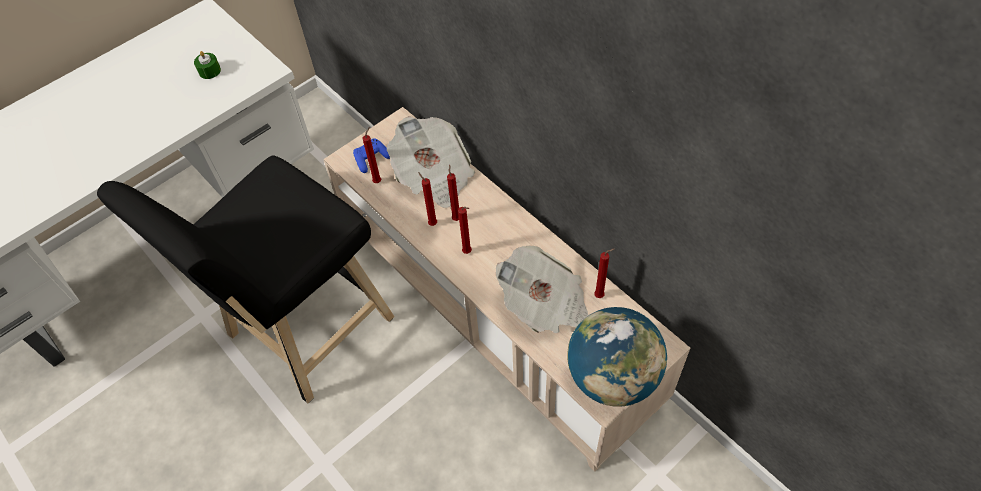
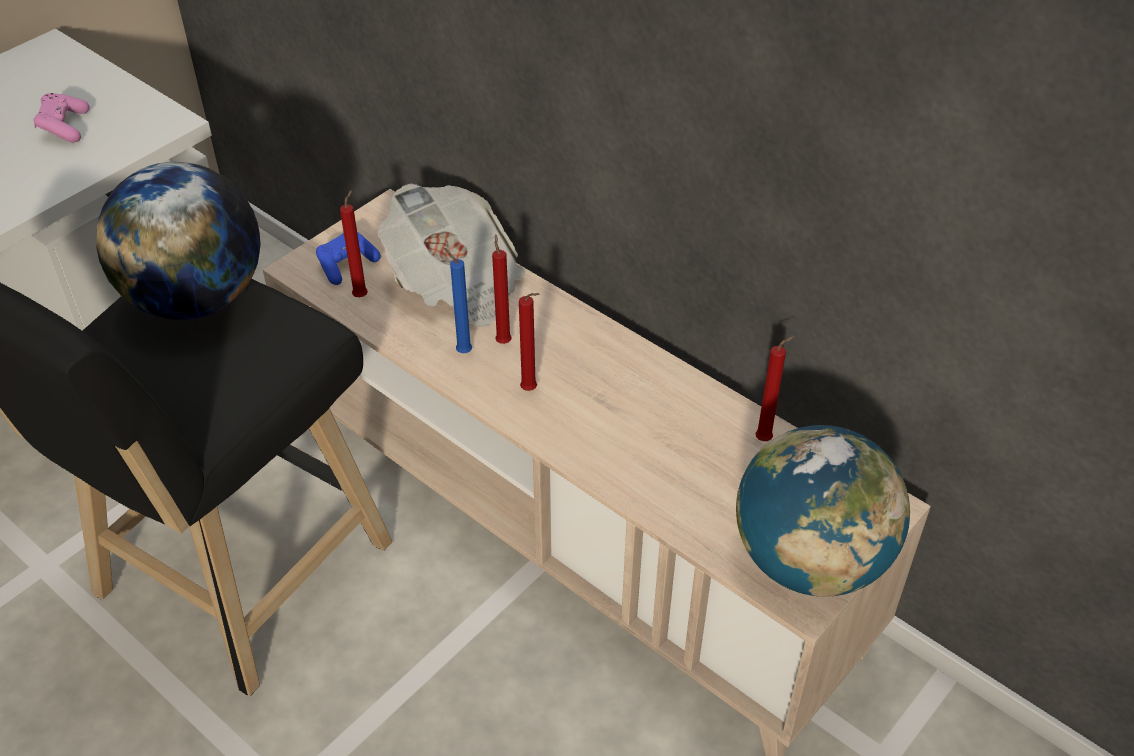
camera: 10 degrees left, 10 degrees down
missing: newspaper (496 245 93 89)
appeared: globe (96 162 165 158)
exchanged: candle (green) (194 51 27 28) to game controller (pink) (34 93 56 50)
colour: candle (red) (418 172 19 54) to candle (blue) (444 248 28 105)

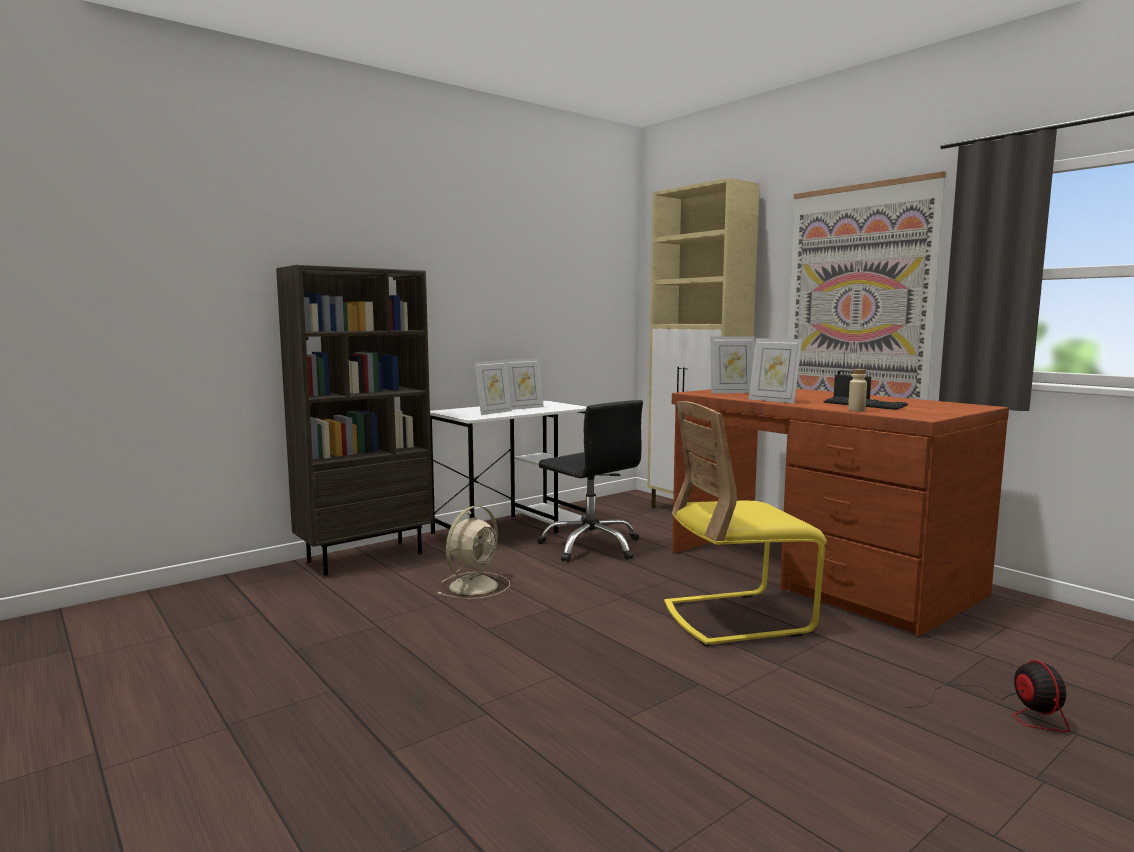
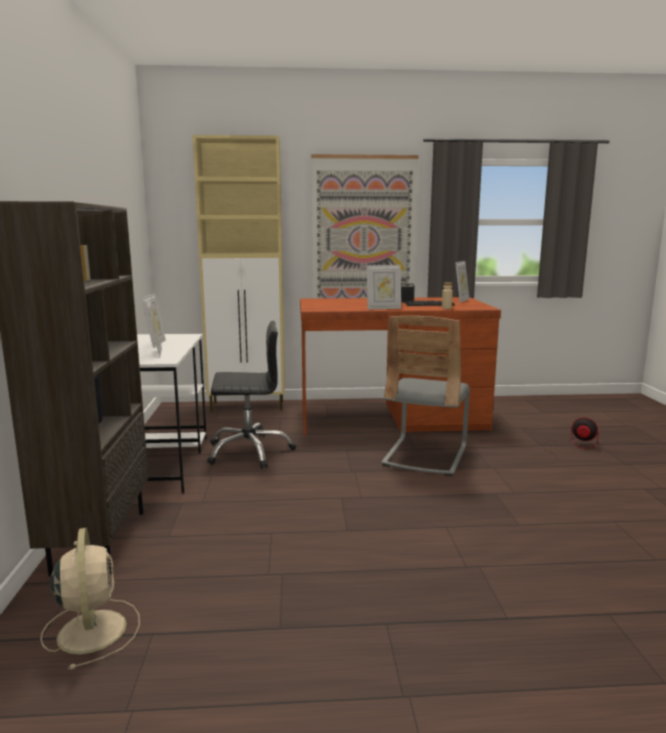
camera: 55 degrees left, 5 degrees up
relocated: fan (beige) (437 506 73 93) to (40 528 100 142); picture frame (710 336 45 57) to (455 261 14 42)
colour: chair (yellow) (664 401 163 246) to chair (grey) (381 316 89 160)

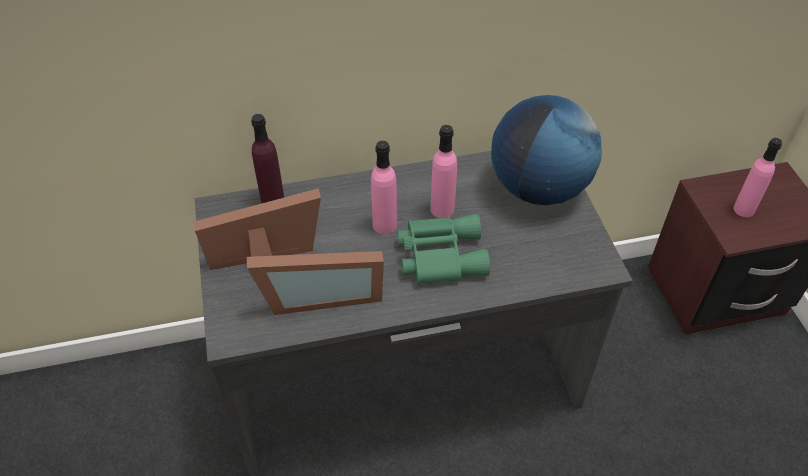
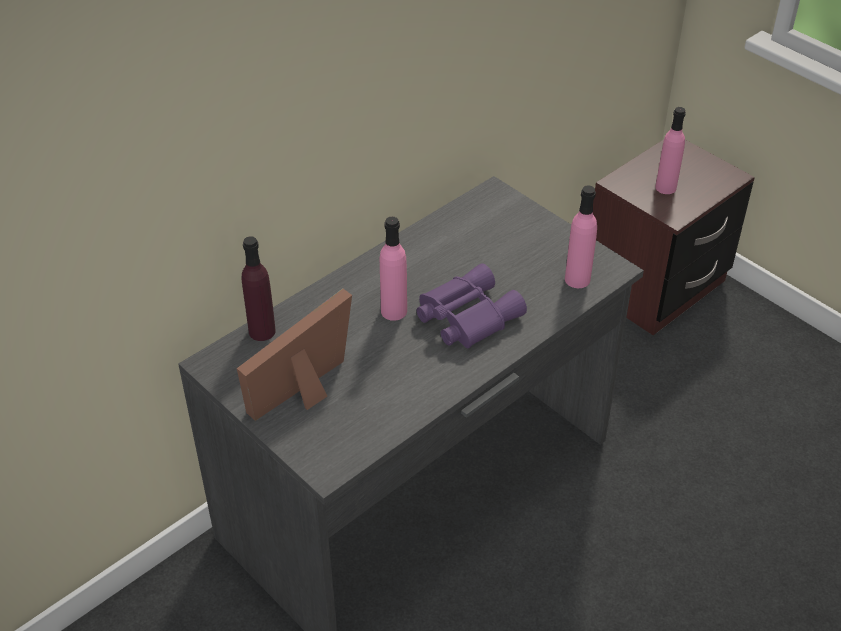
camera: 30 degrees left, 5 degrees down
missing: picture frame (247 251 137 64); globe (491 95 111 110)
relocated: bottle (pink) (430 125 27 93) to (565 186 32 102)
colour: binoculars (green) (397 214 93 71) to binoculars (purple) (417 263 110 85)

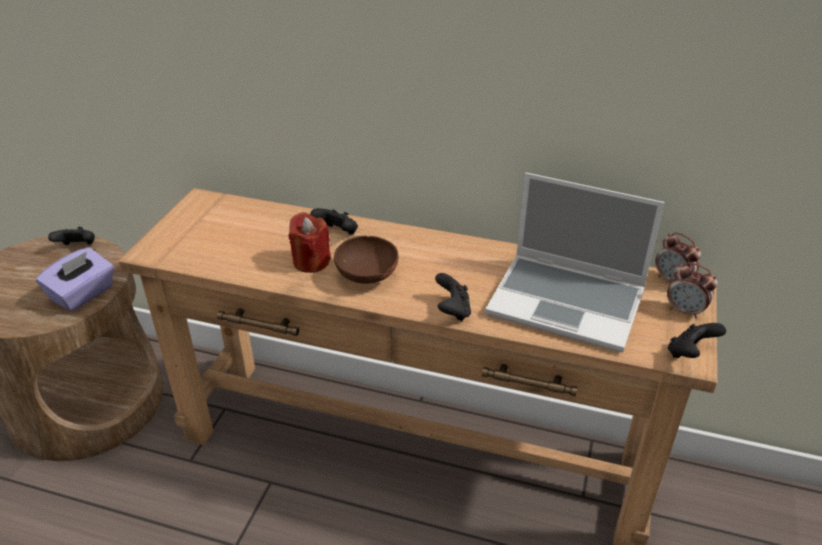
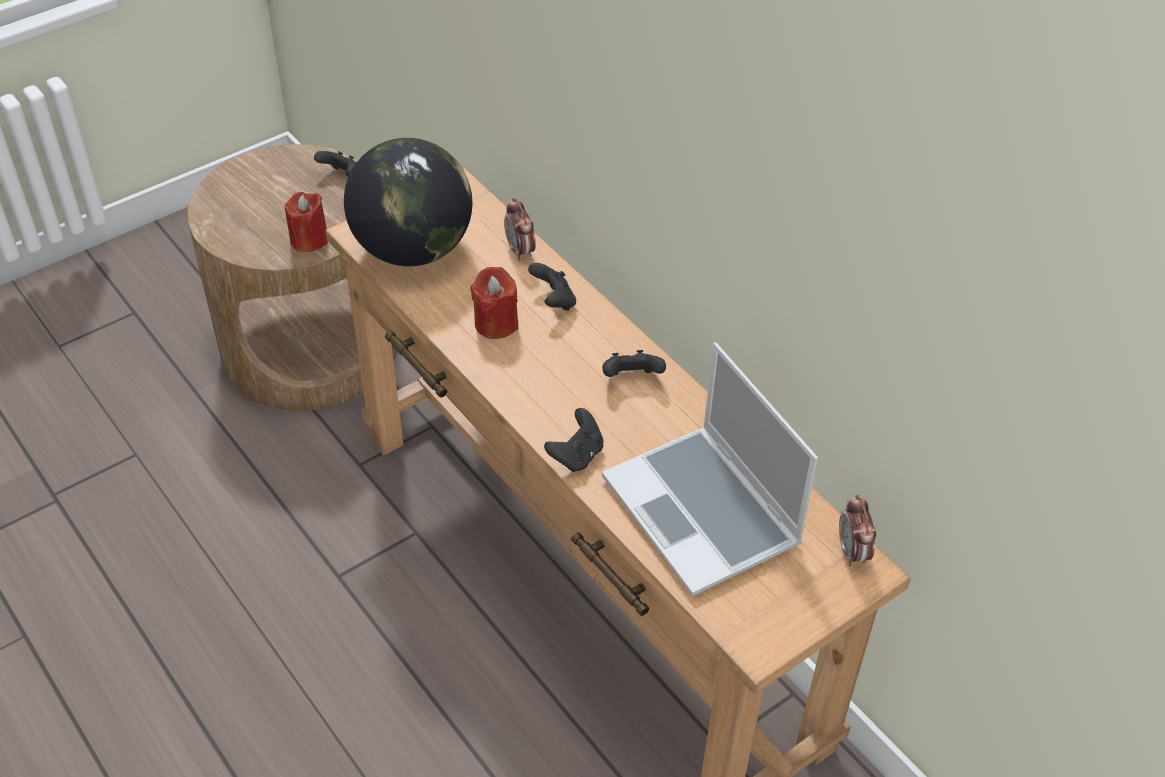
camera: 35 degrees right, 10 degrees up
missing: bowl (brown) (334 235 65 49)
appeared: globe (344 138 128 128)
relocated: alarm clock (667 262 51 57) to (504 198 32 63); game controller (black) (668 323 58 35) to (602 350 64 27)
exchanged: tissue box (purple) (36 247 78 65) to candle (red) (285 192 43 60)

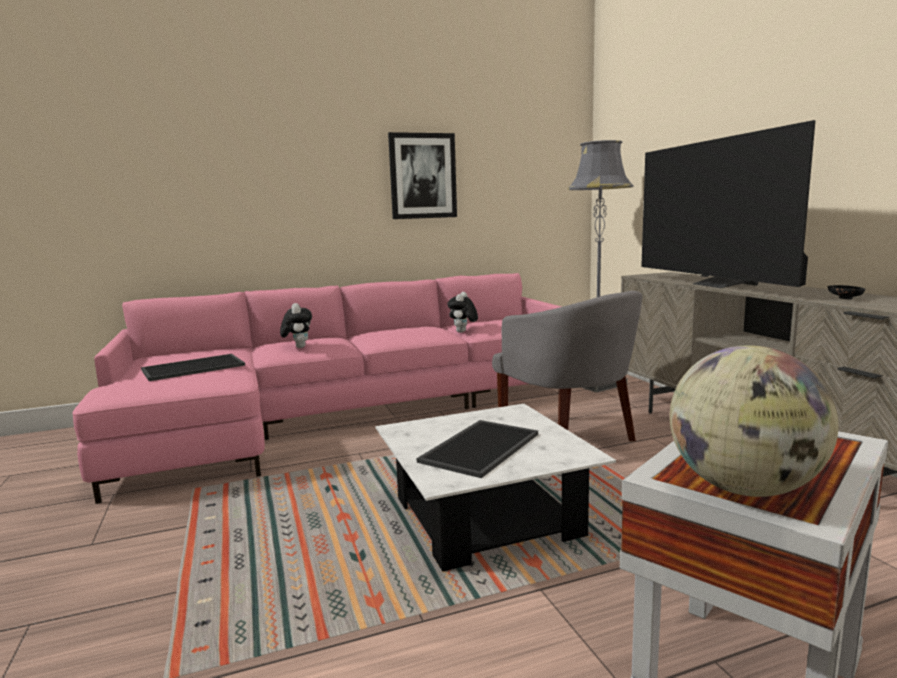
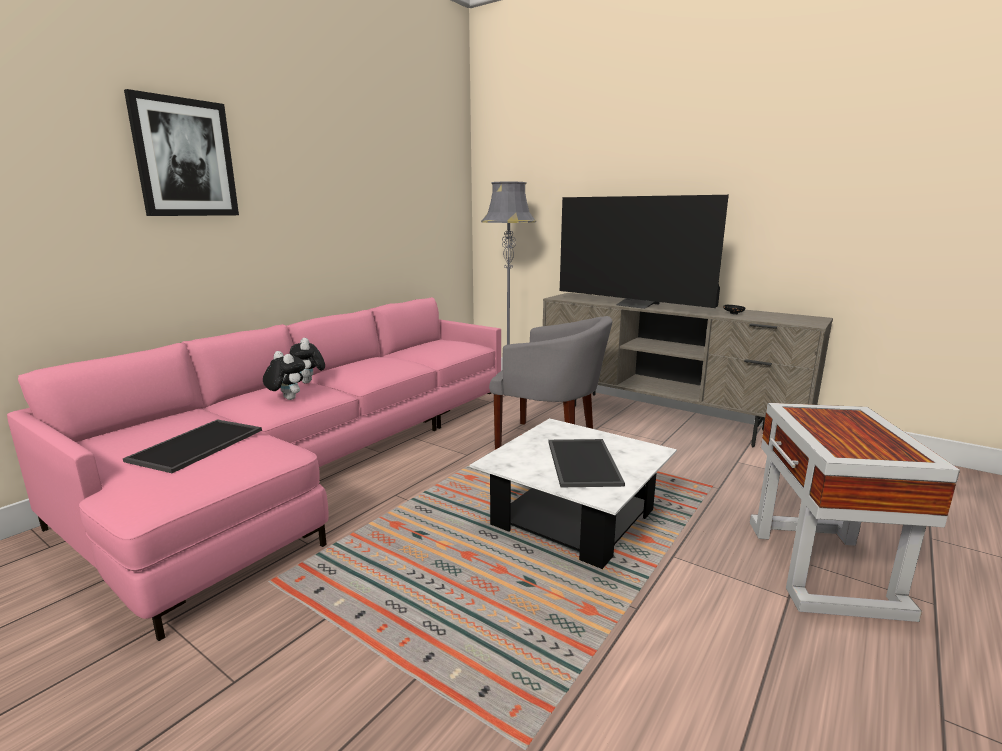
camera: 35 degrees left, 5 degrees up
missing: globe (670 345 168 152)
relocated: picture (388 132 69 87) to (124 89 115 127); plush toy (447 292 31 41) to (290 338 35 46)

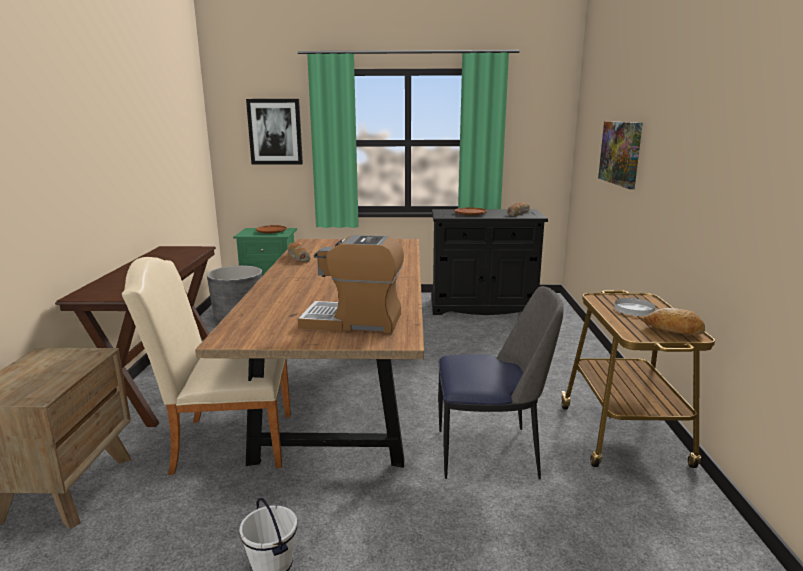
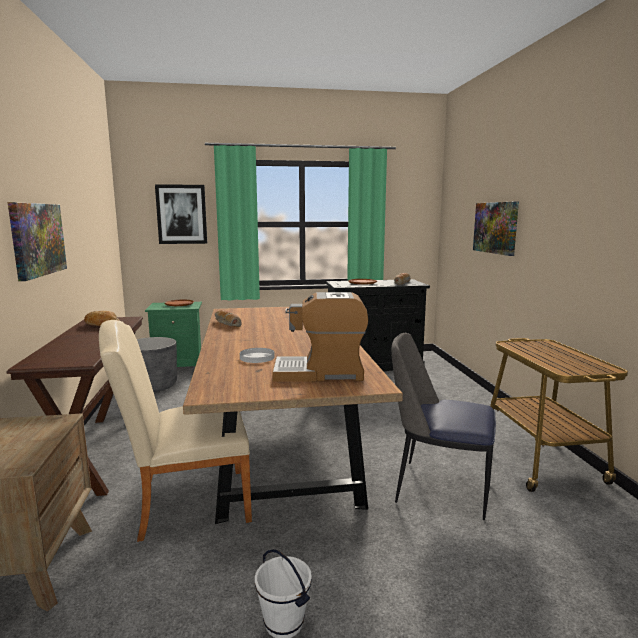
camera: 10 degrees left, 5 degrees down
appeared: picture (8 202 59 79)
relocated: bread (643 308 62 27) to (84 310 35 16); plate (white) (614 298 41 18) to (240 348 34 15)
spun: chair (438 286 126 194) = (391 333 105 187) 150 degrees counterclockwise

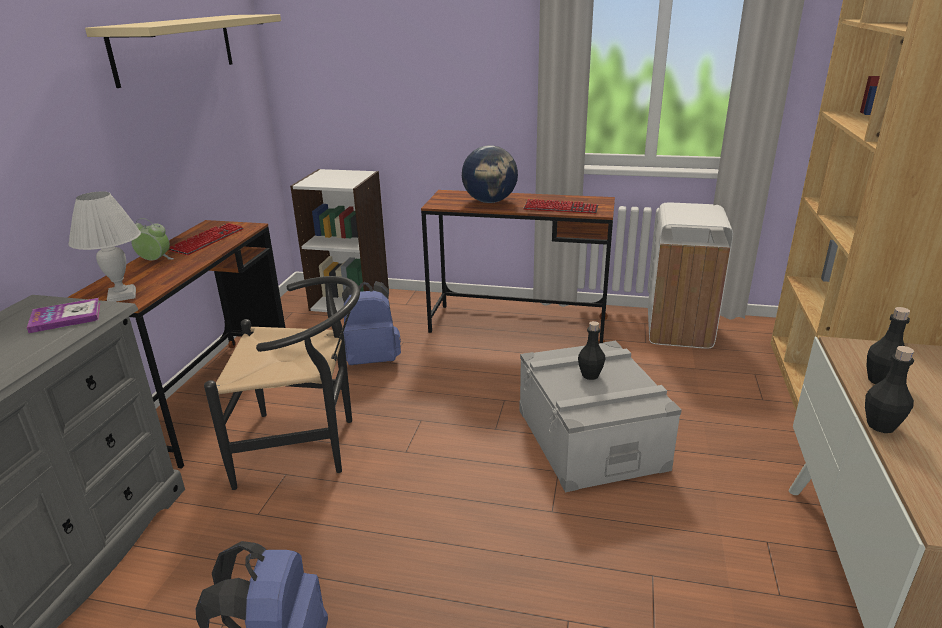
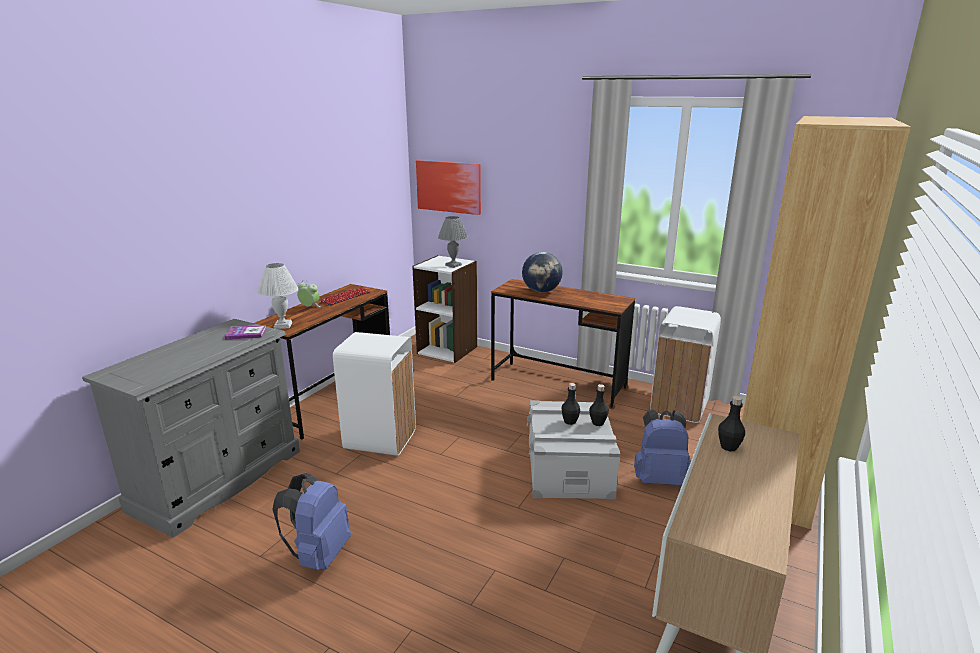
camera: 15 degrees right, 5 degrees down
missing: shelf (beige) (85 14 196 74); keyboard (523 199 75 15)
appeared: picture (416 160 65 55); table lamp (grey) (438 216 30 52)
relocated: bottle (black) (865 346 49 87) to (589 384 20 42); backpack (blue) (342 281 59 84) to (634 409 57 77)
exchanged: chair (black) (204 276 156 214) to trash can (white) (333 332 83 124)

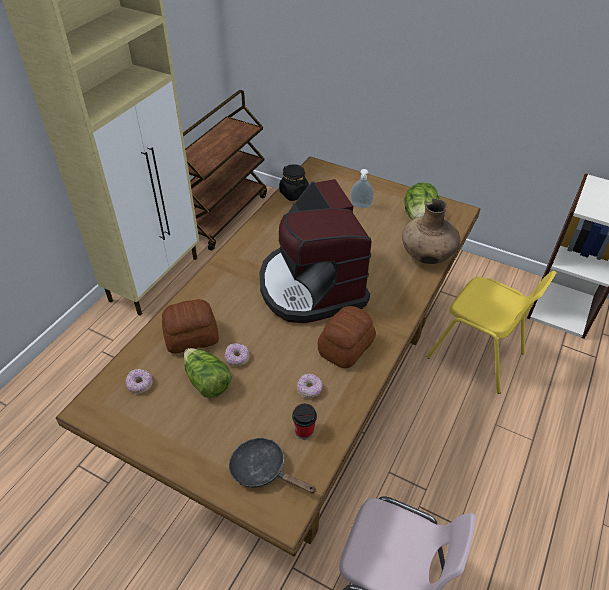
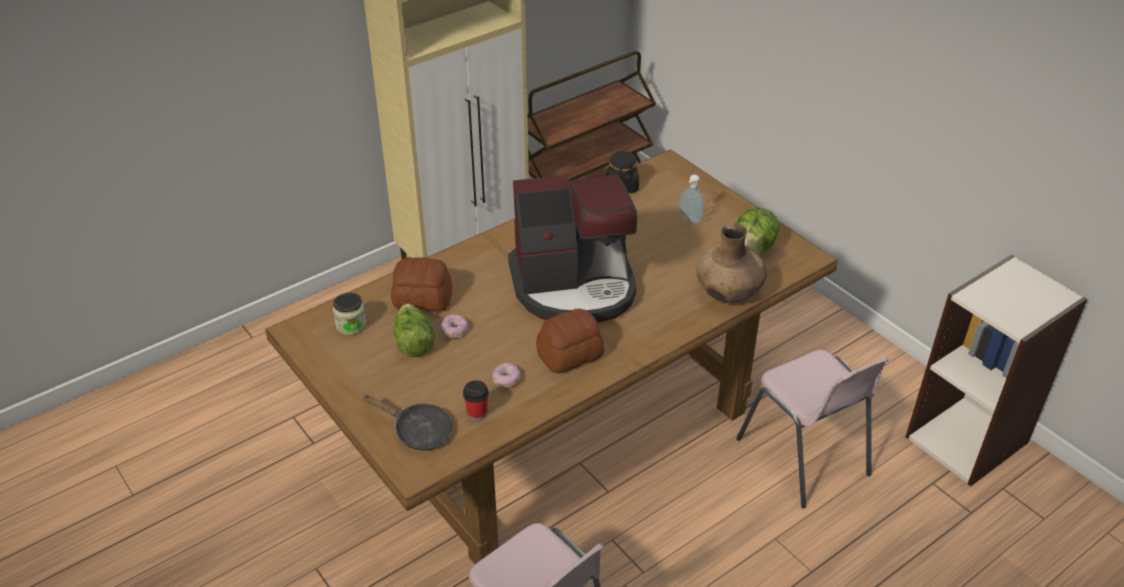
camera: 25 degrees right, 5 degrees down
exchanged: donut (126 369 26 24) to jar (333 292 34 43)
colour: chair (yellow) (427 271 130 123) to chair (pink) (736 350 153 158)
spun: frying pan (black) (229 438 88 56) = (363 394 90 57) 150 degrees clockwise; coffee machine (259 179 113 144) = (508 175 129 147) 105 degrees counterclockwise

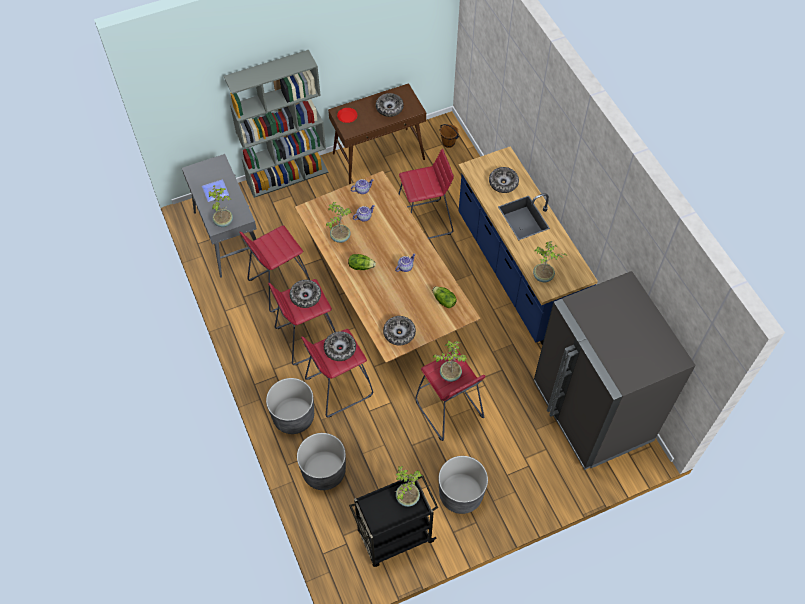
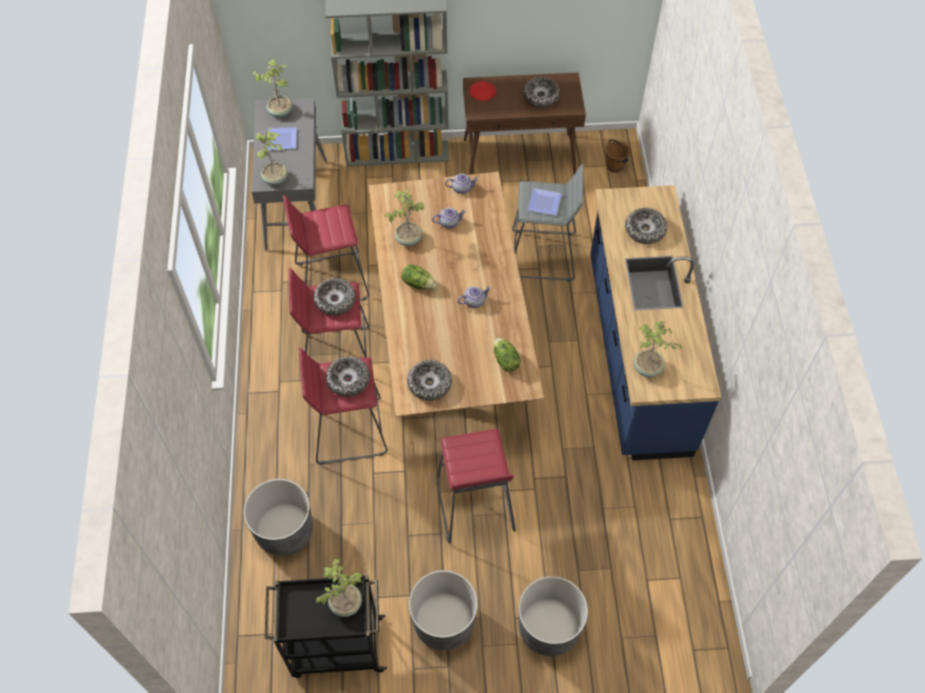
camera: 20 degrees right, 0 degrees up
missing: fridge (grey) (534 271 162 199)
appeared: plate (528 188 34 28)
relocated: potted plant (432 341 35 41) to (253 59 39 58); planter (grey) (266 378 48 56) to (519 576 69 80)
colour: stool (red) (399 149 55 90) to stool (grey) (512 164 72 118)

